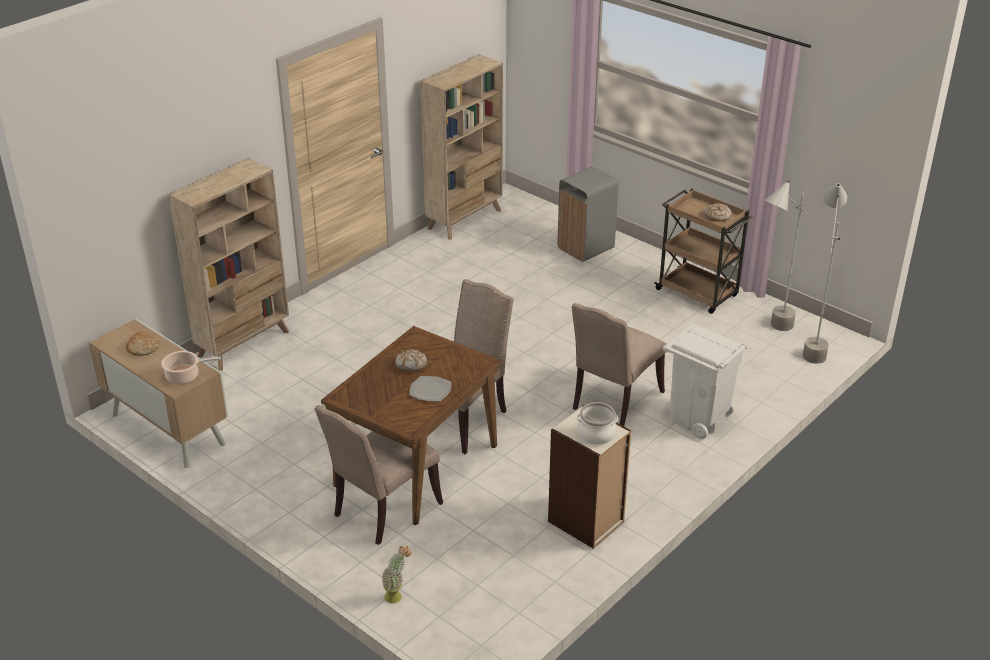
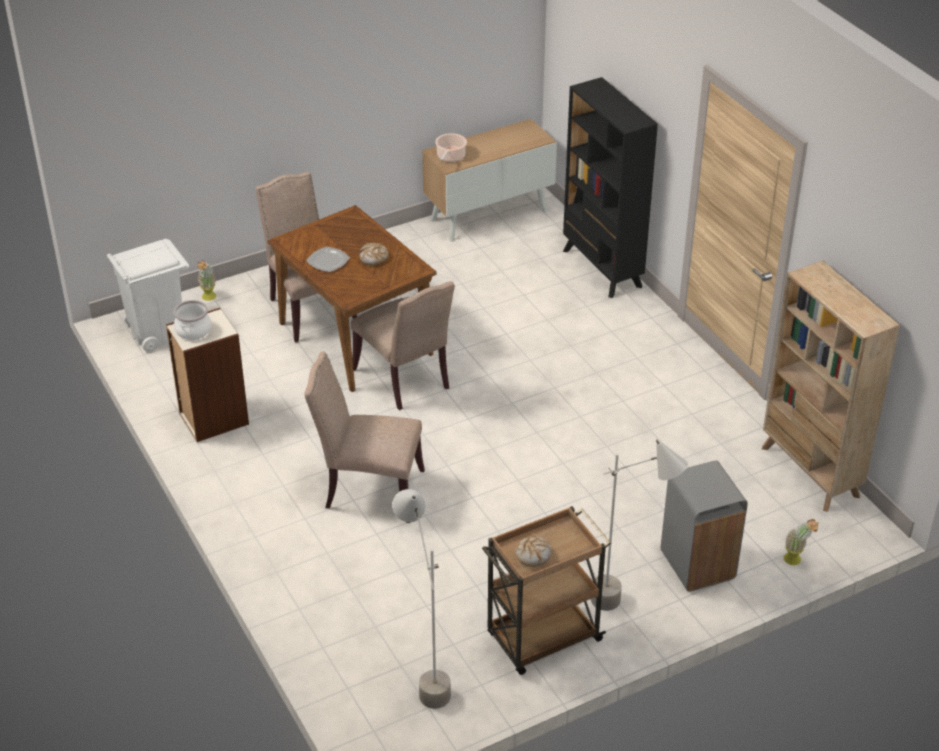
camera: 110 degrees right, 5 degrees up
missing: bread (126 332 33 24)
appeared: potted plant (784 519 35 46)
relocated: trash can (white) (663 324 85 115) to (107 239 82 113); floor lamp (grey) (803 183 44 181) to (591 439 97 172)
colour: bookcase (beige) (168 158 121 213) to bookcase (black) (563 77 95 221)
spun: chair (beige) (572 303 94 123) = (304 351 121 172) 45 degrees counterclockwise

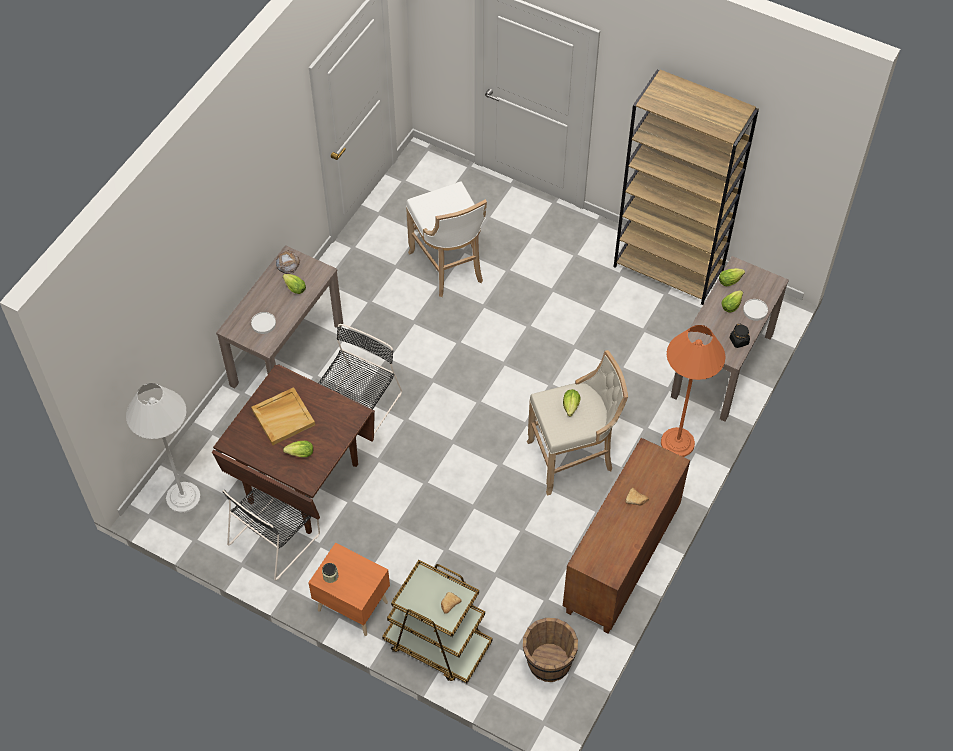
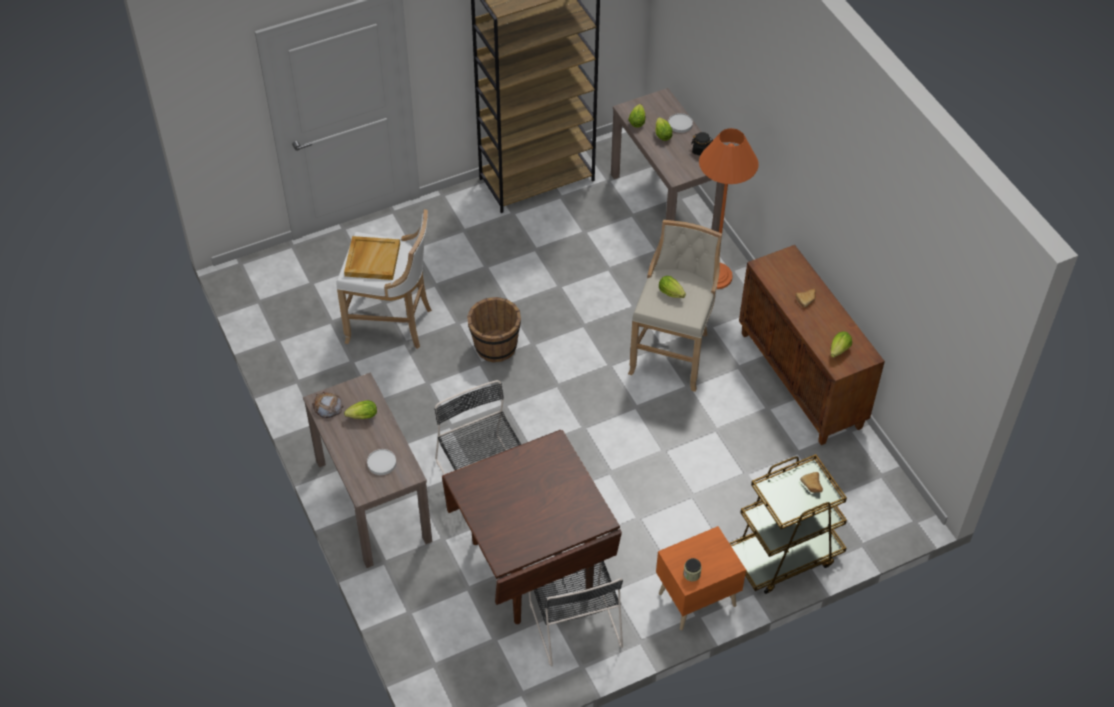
camera: 55 degrees left, 5 degrees down
missing: floor lamp (white) (126 383 75 130)
relocated: tray (beige) (251 387 64 58) to (344 236 56 44); bucket (brown) (523 618 55 64) to (467 297 54 65); lettuce (283 441 30 16) to (831 331 21 27)

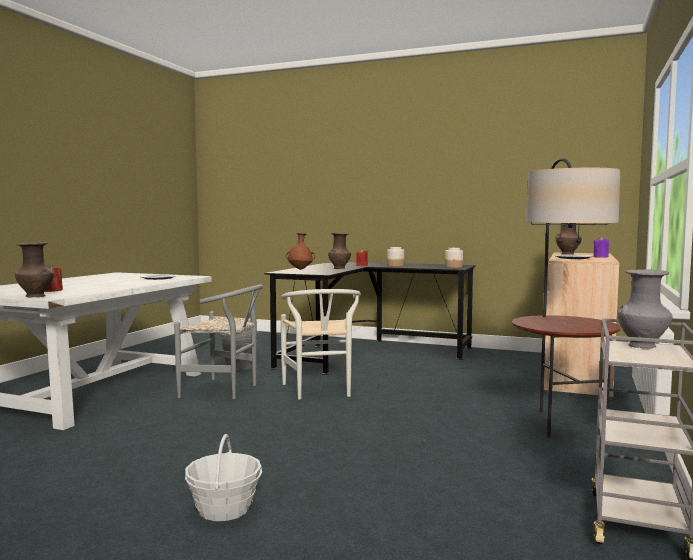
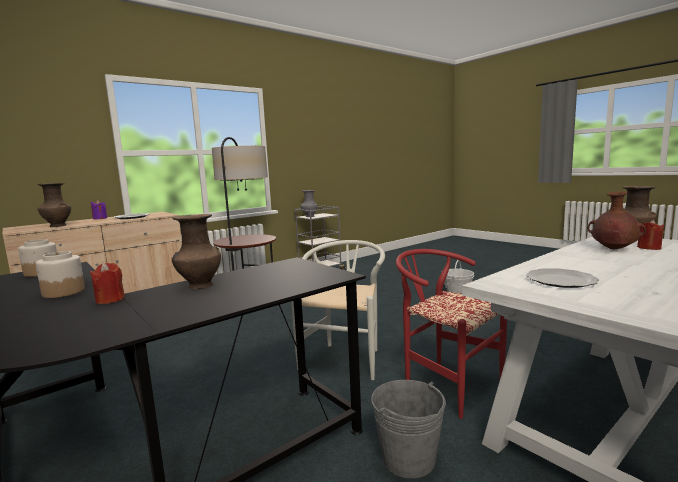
camera: 150 degrees left, 5 degrees up
relocated: vase (brown) (286 233 29 37) to (587 191 59 58)
colour: chair (grey) (174 284 89 115) to chair (red) (396 249 111 170)

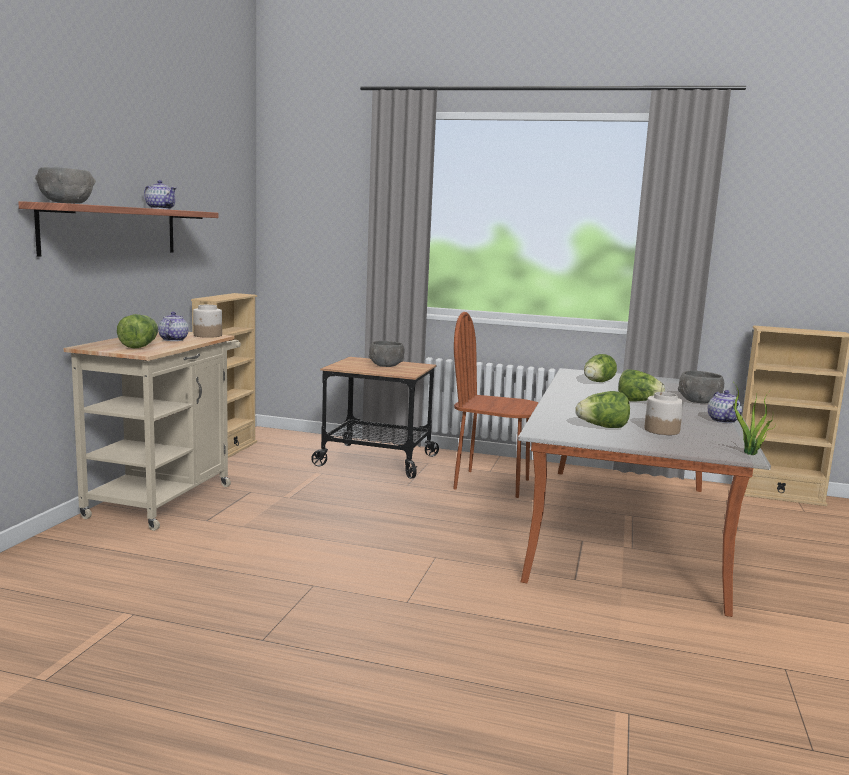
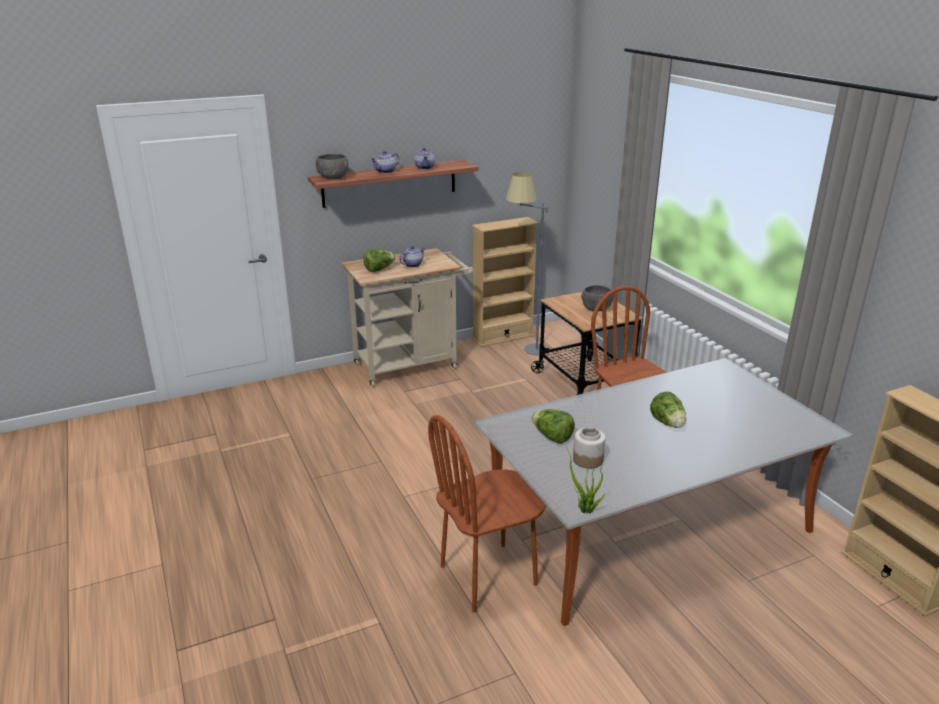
camera: 50 degrees right, 15 degrees up
missing: jar (193 305 29 33); lettuce (584 354 33 28); bowl (grey) (678 371 46 33)
appeared: chair (brown) (428 415 118 197); floor lamp (grey) (506 172 43 183)
relocated: teapot (708 390 34 33) to (371 151 28 22)

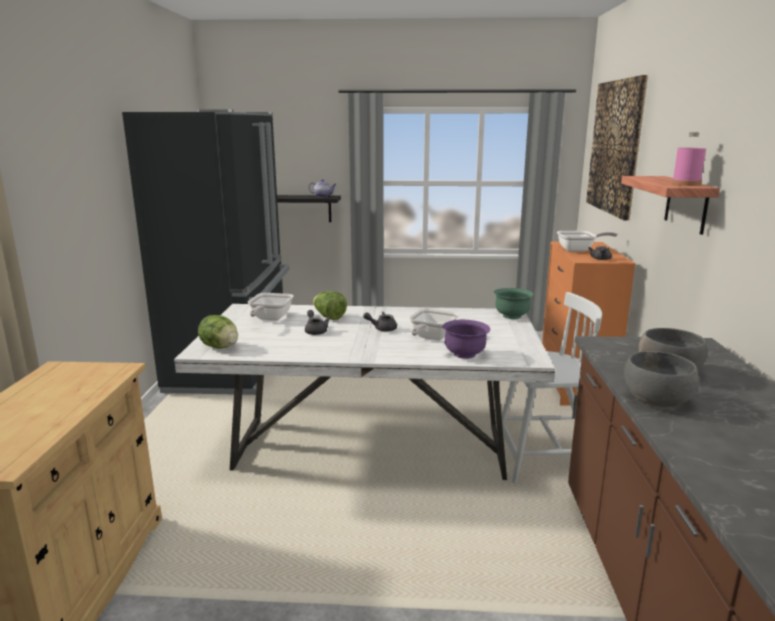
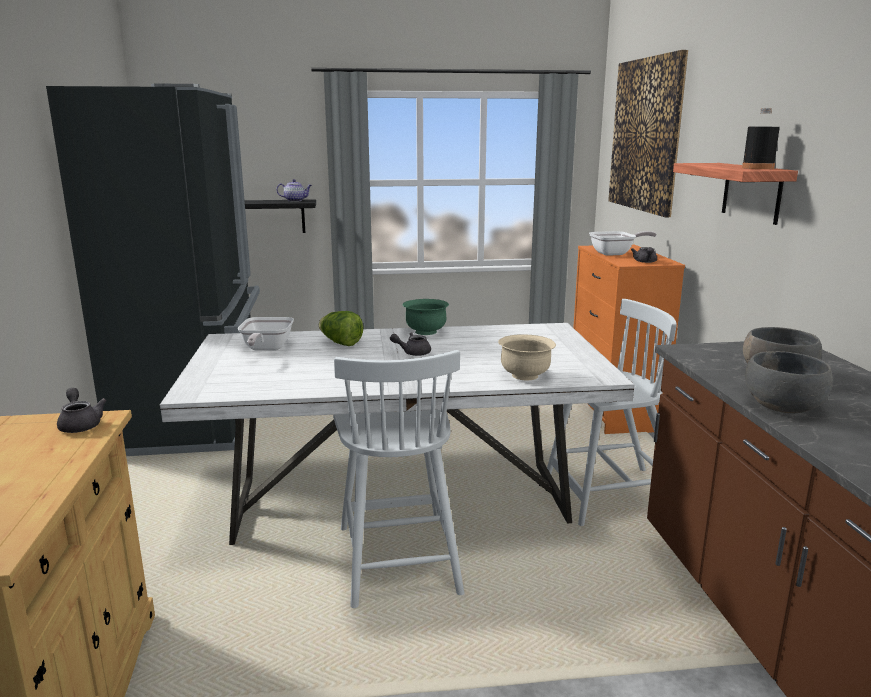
camera: 10 degrees left, 0 degrees up
missing: lettuce (198 315 40 34); frying pan (409 308 50 32)
appeared: chair (white) (333 350 131 258)
relocated: teapot (grey) (305 310 25 25) to (57 388 50 45); bowl (green) (494 288 40 31) to (402 299 47 36)
colour: bowl (purple) (443 320 47 39) to bowl (beige) (498 334 58 46); bottle (pink) (672 132 34 54) to bottle (black) (742 108 38 61)

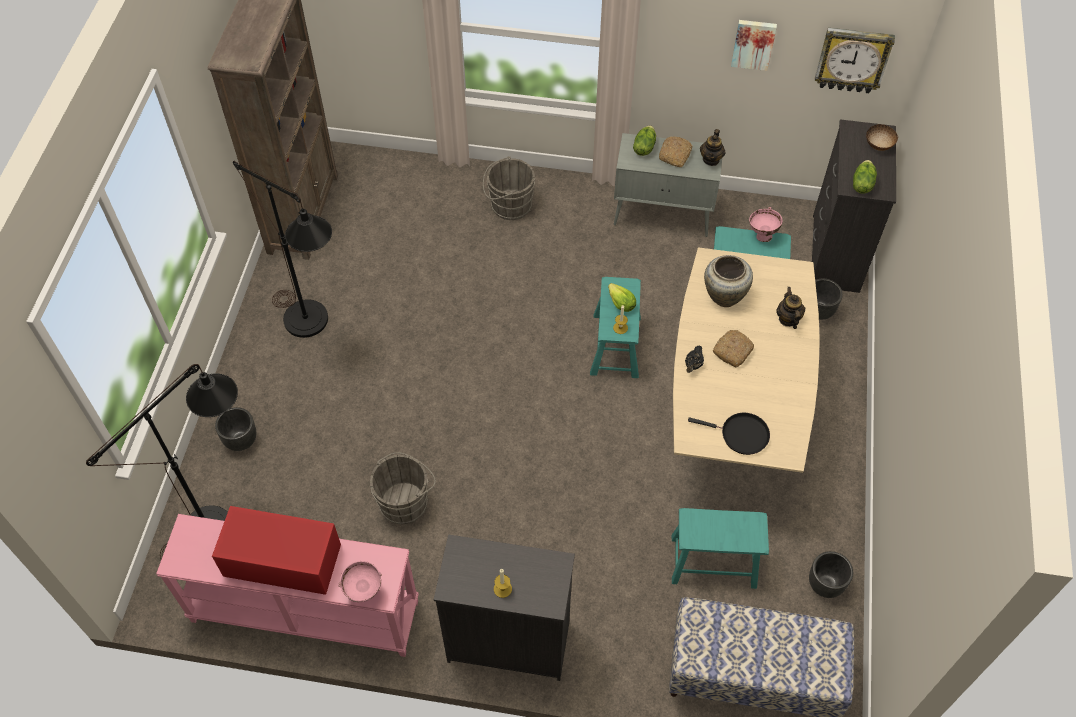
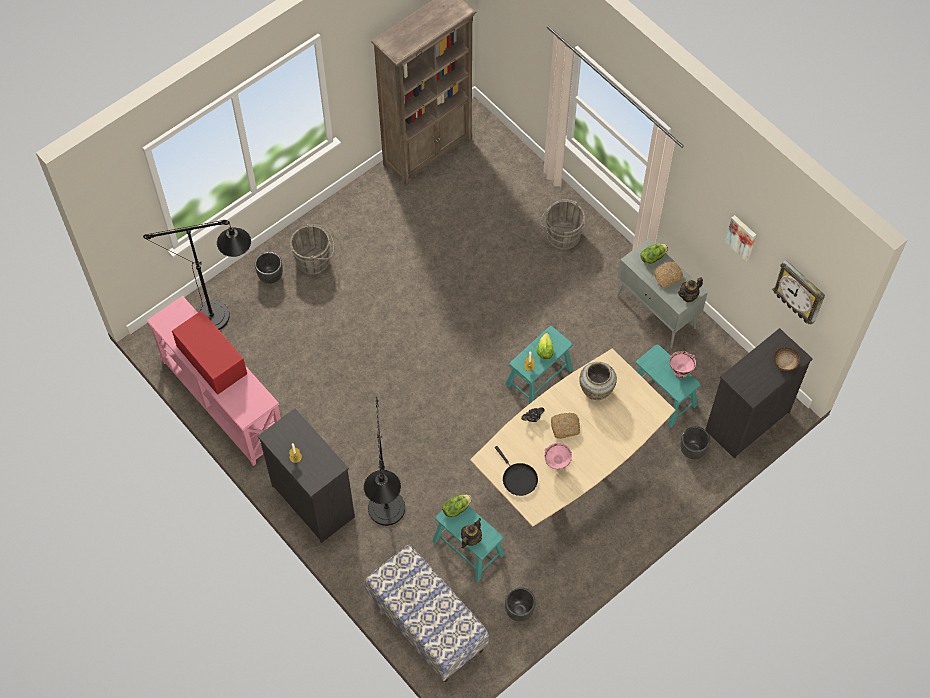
camera: 40 degrees right, 5 degrees up
relocated: bucket (grey) (370 452 66 73) to (290 224 44 51); floor lamp (black) (233 161 99 177) to (364 397 41 129); lettuce (853 160 24 34) to (442 495 30 22); teapot (776 287 29 42) to (461 518 21 31); bowl (pink) (338 561 44 41) to (544 443 28 27)

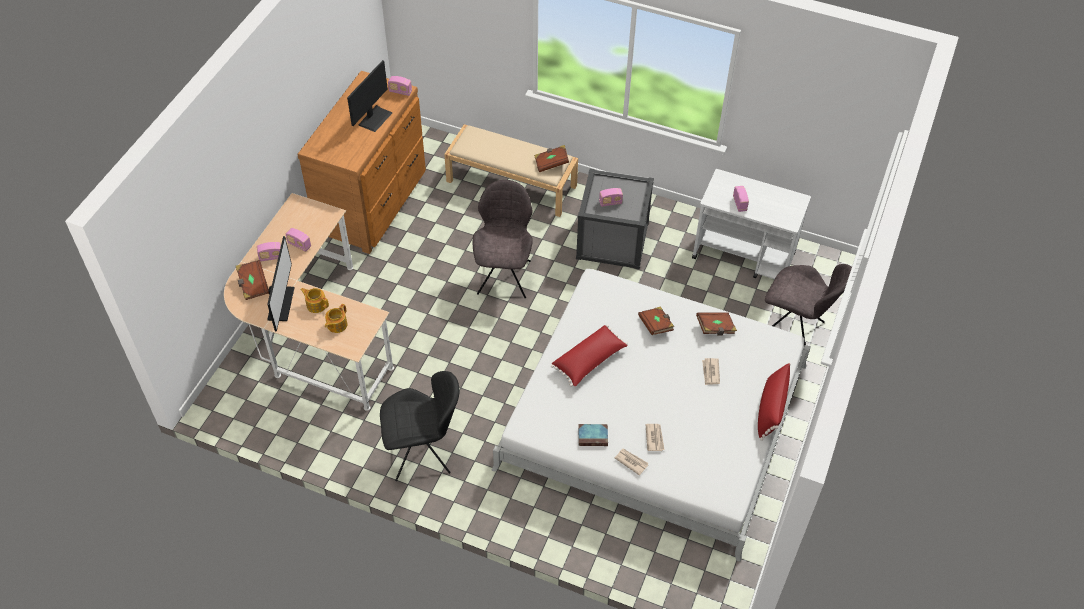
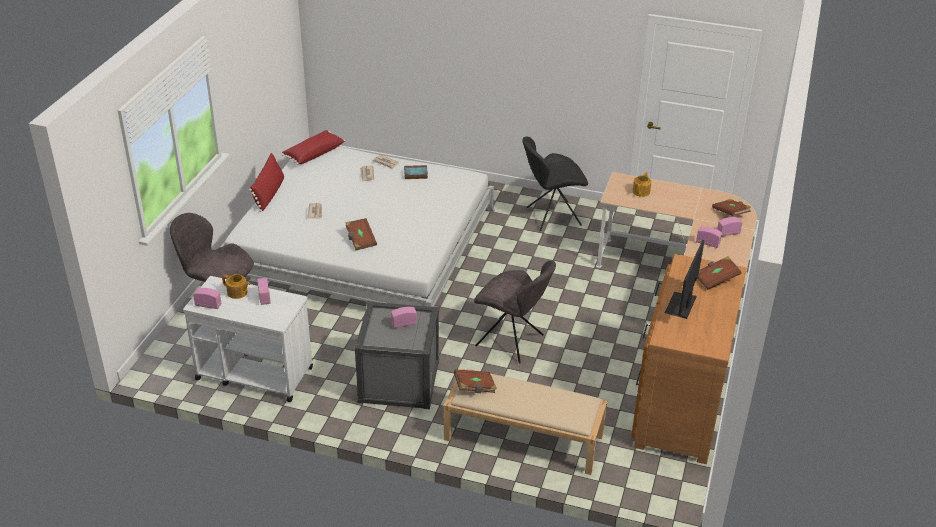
camera: 175 degrees right, 15 degrees down
missing: monitor (267 236 27 95)
relocated: radio (388 76 24 20) to (193 288 28 21); teapot (301 288 28 25) to (222 274 28 25); pillow (red) (551 325 77 62) to (282 130 63 35); book (brown) (696 312 41 24) to (697 256 44 34)
spun: chair (grey) (473 180 60 118) = (474 260 82 103) 60 degrees counterclockwise

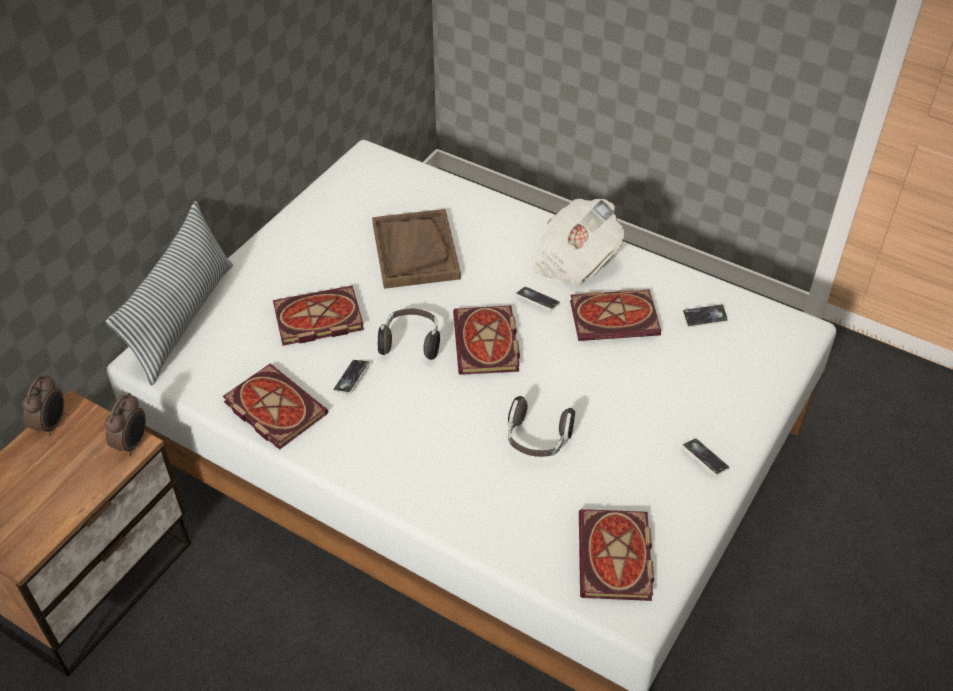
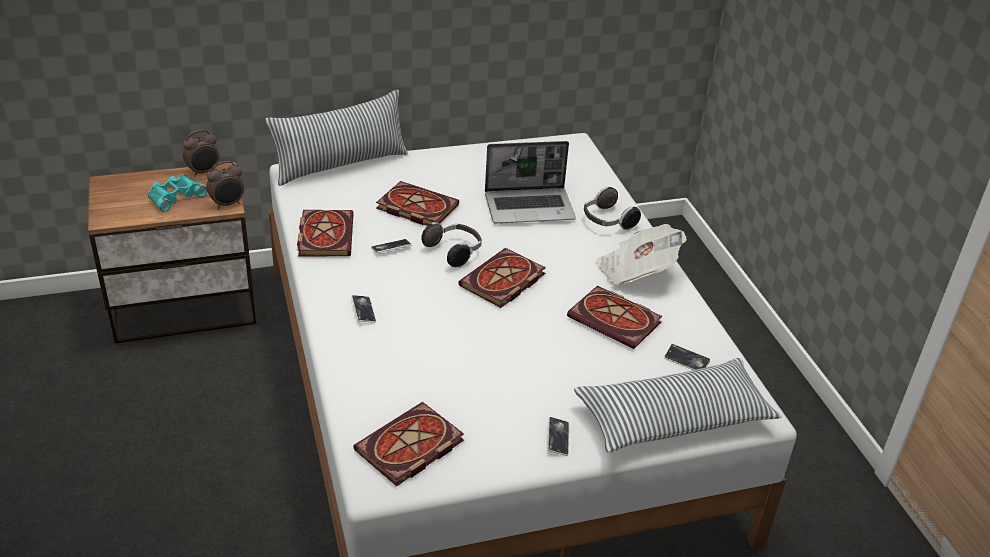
camera: 40 degrees right, 10 degrees down
appeared: binoculars (turquoise) (148 174 59 38); pillow (574 358 207 95)
relocated: phone (516 287 44 23) to (351 295 25 28); headphones (507 396 68 61) to (584 186 57 44)
exchanged: tray (brown) (372 209 89 80) to laptop (485 141 91 82)

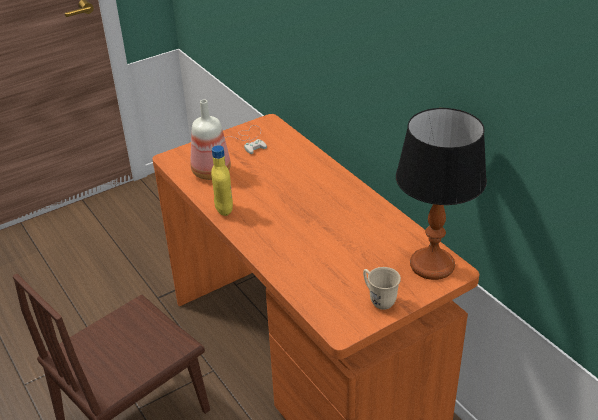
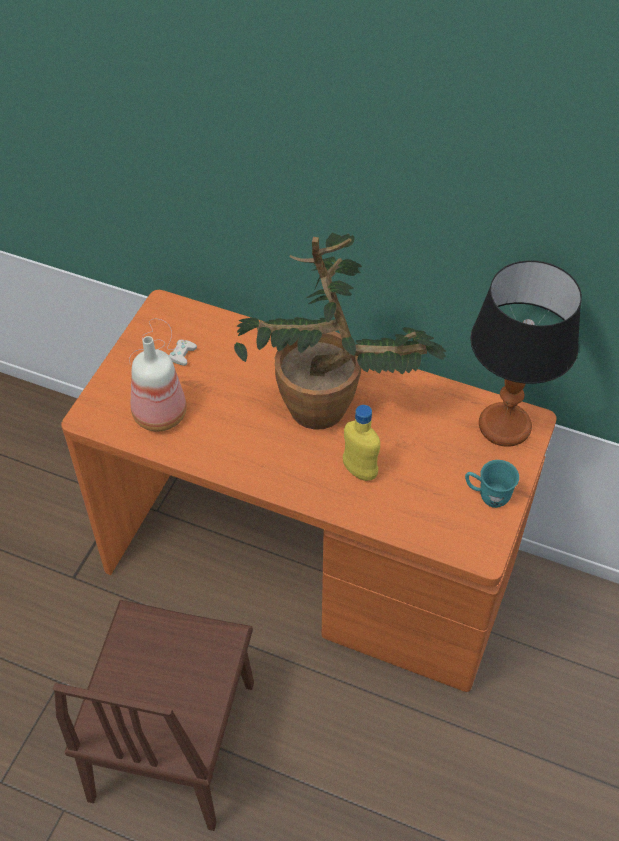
camera: 35 degrees left, 15 degrees up
appeared: potted plant (234 233 212 197)
relocated: bottle (yellow) (211 145 22 71) to (343 405 37 76)
colour: mug (beige) (363 267 38 43) to mug (turquoise) (465 460 54 48)

